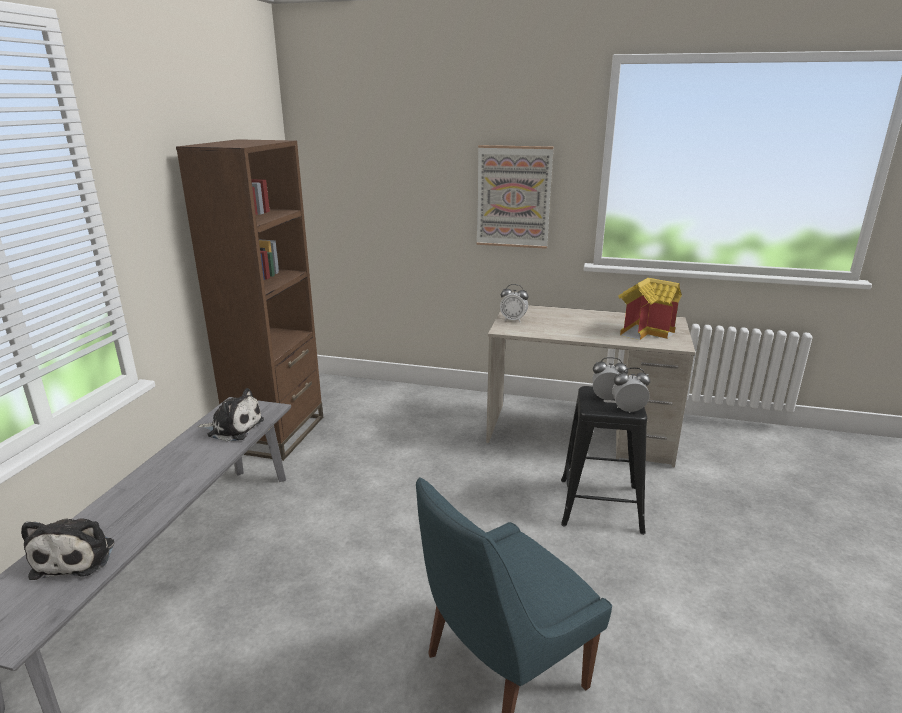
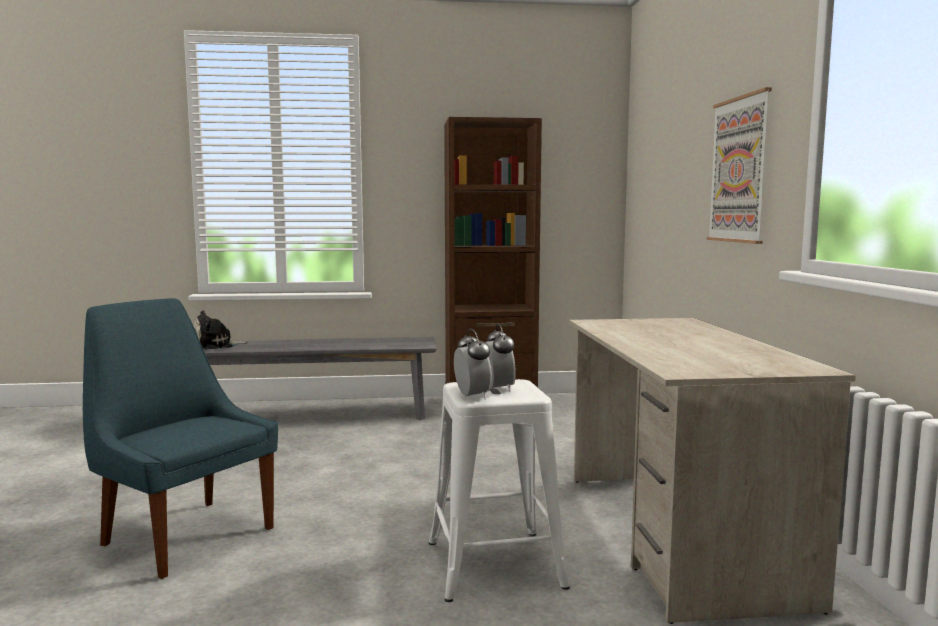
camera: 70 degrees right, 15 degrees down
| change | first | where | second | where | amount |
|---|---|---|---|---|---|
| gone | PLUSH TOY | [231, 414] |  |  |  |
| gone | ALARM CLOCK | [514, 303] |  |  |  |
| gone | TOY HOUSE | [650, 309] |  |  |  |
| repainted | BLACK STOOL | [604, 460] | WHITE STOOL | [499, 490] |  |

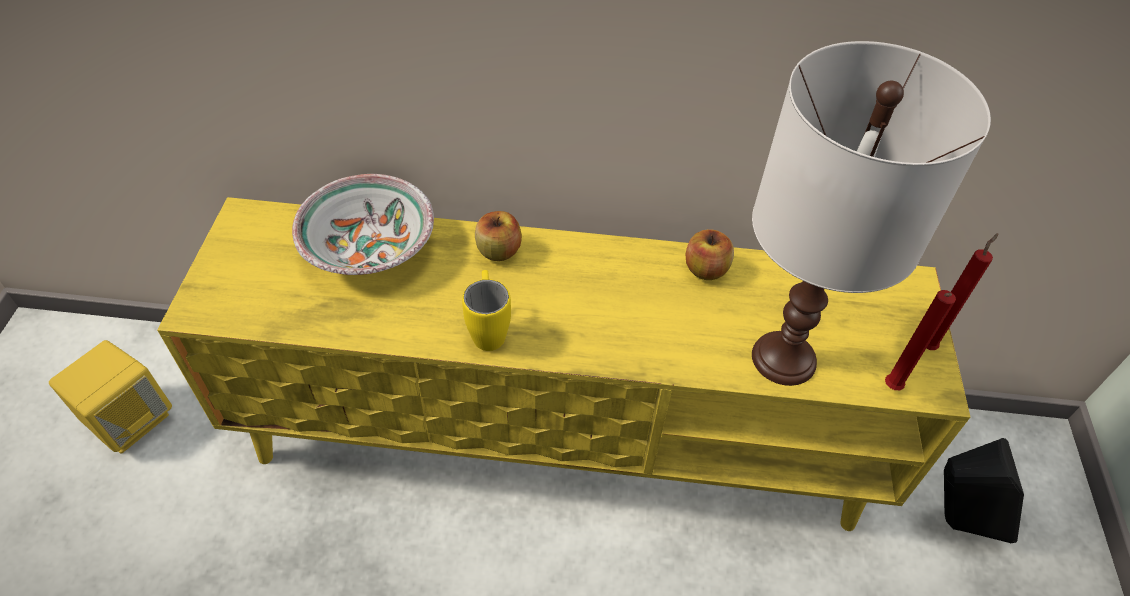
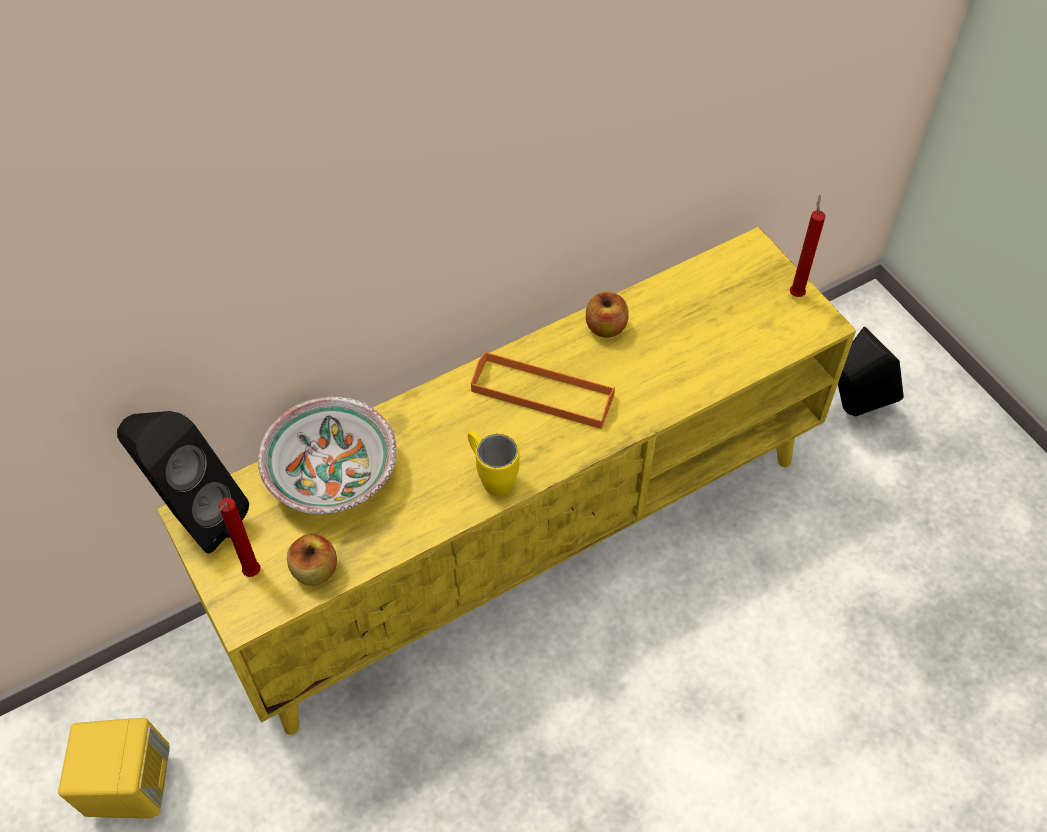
camera: 35 degrees left, 5 degrees up
| change | first | where | second | where | amount |
|---|---|---|---|---|---|
| gone | WHITE TABLE LAMP | [871, 213] |  |  |  |
| new |  |  | BLACK SPEAKER | [183, 482] |  |
| new |  |  | ORANGE TRAY | [543, 390] |  |
| shifted | APPLE | [498, 236] |  | [312, 559] |  |
| shifted | RED CANDLE | [920, 340] |  | [239, 537] |  |

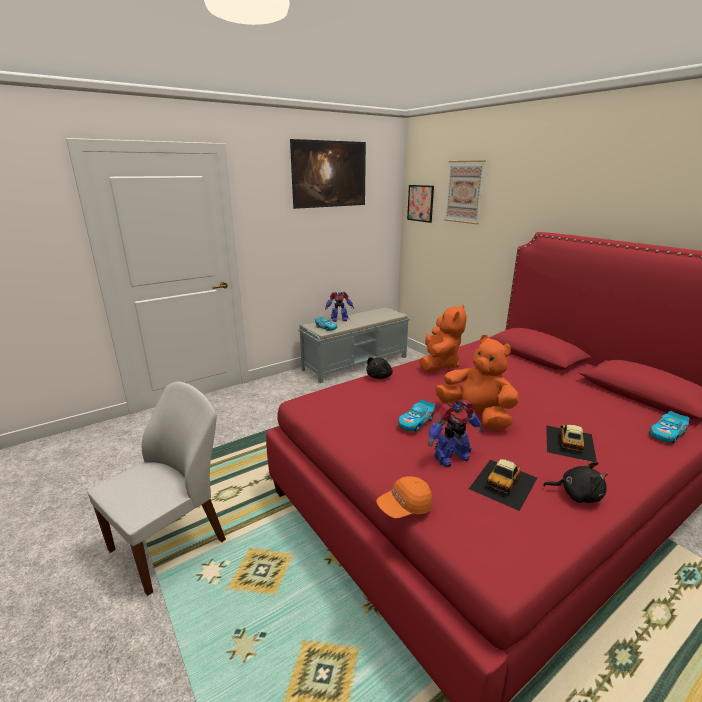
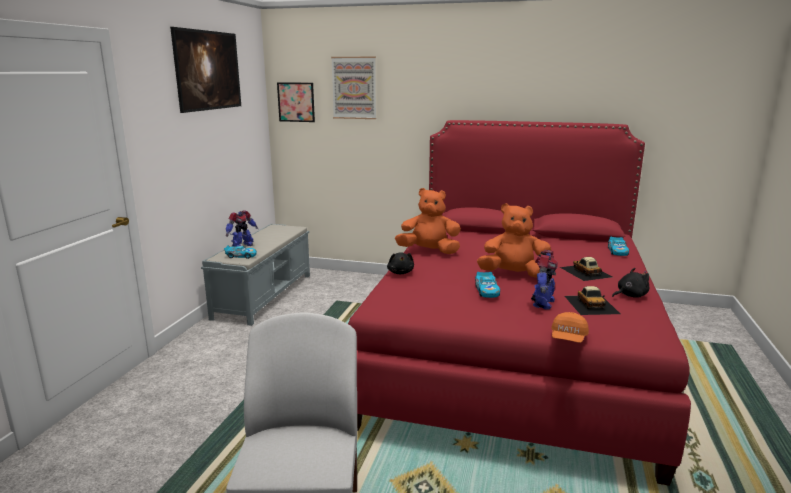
camera: 40 degrees left, 5 degrees down
| change | first | where | second | where | amount |
|---|---|---|---|---|---|
| rotated | ORANGE PLUSH TOY | [443, 338] |  | [428, 221] | 60 degrees counterclockwise |

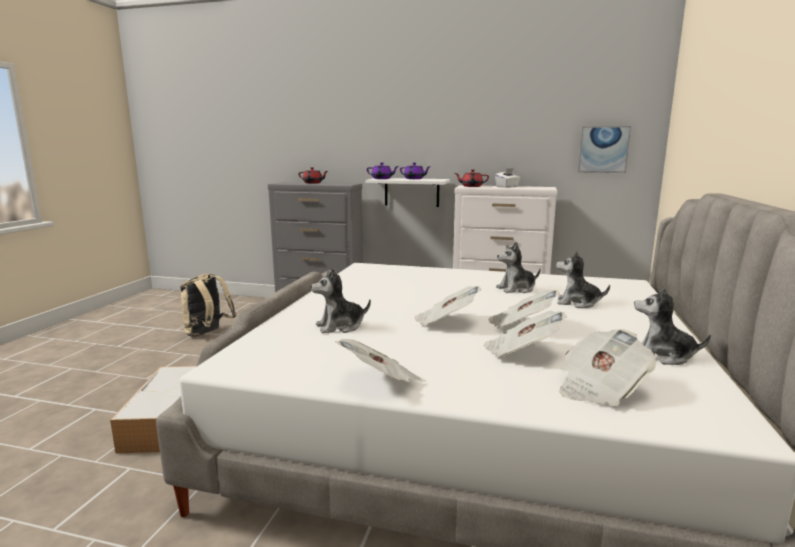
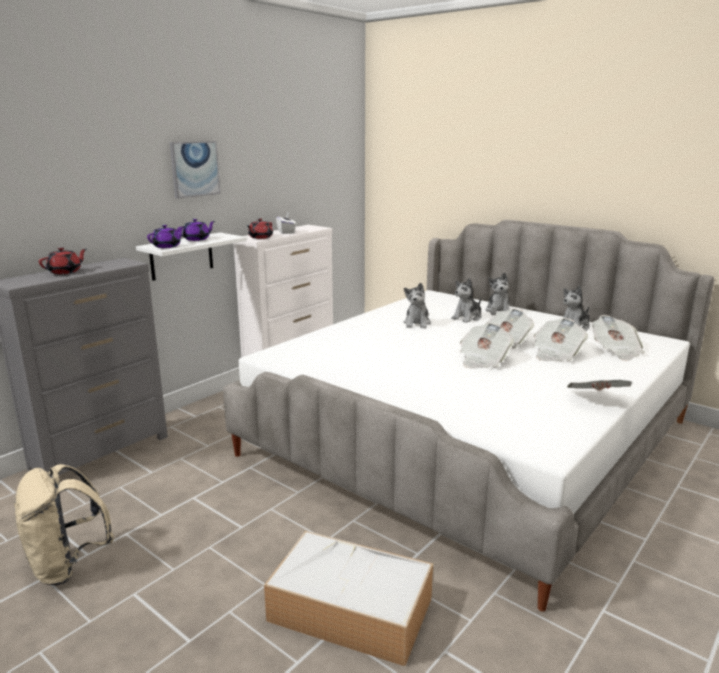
camera: 65 degrees left, 5 degrees up
| change | first | where | second | where | amount |
|---|---|---|---|---|---|
| shifted | PLUSH TOY | [341, 301] |  | [497, 294] |  |
| shifted | PICTURE | [604, 149] |  | [195, 170] |  |

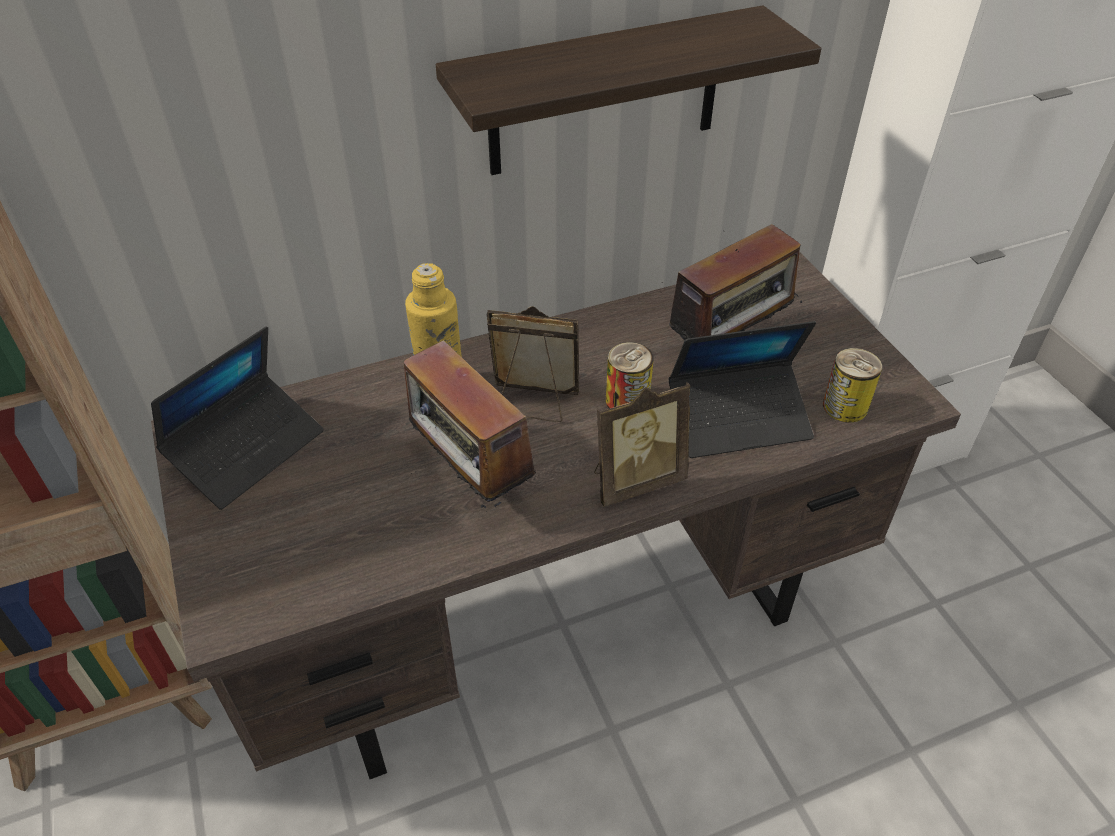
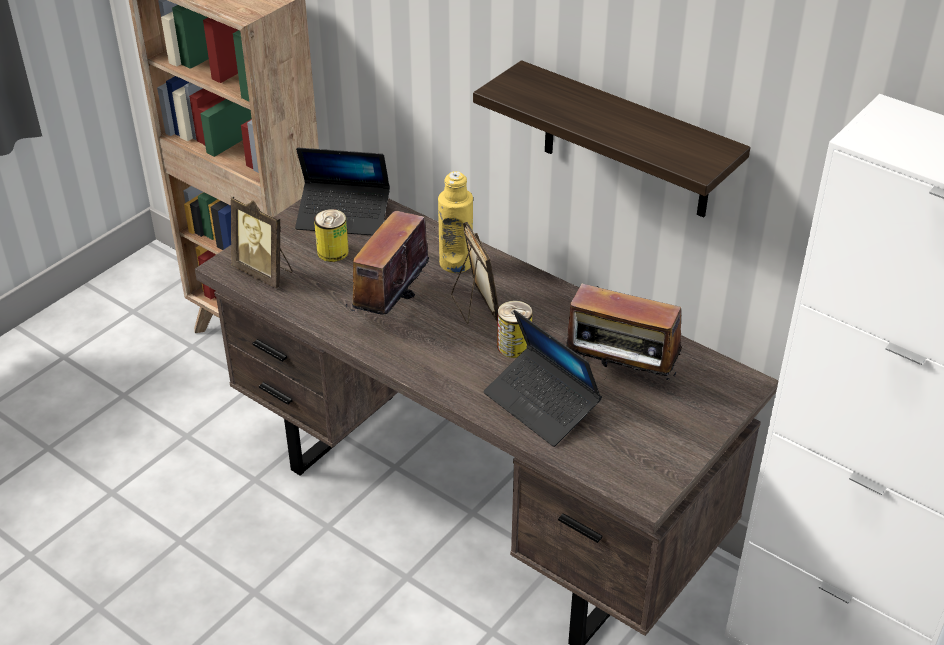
camera: 60 degrees right, 5 degrees down
| change | first | where | second | where | amount |
|---|---|---|---|---|---|
| shifted | PICTURE FRAME | [642, 444] |  | [262, 242] |  |
| shifted | CAN | [852, 385] |  | [331, 235] |  |

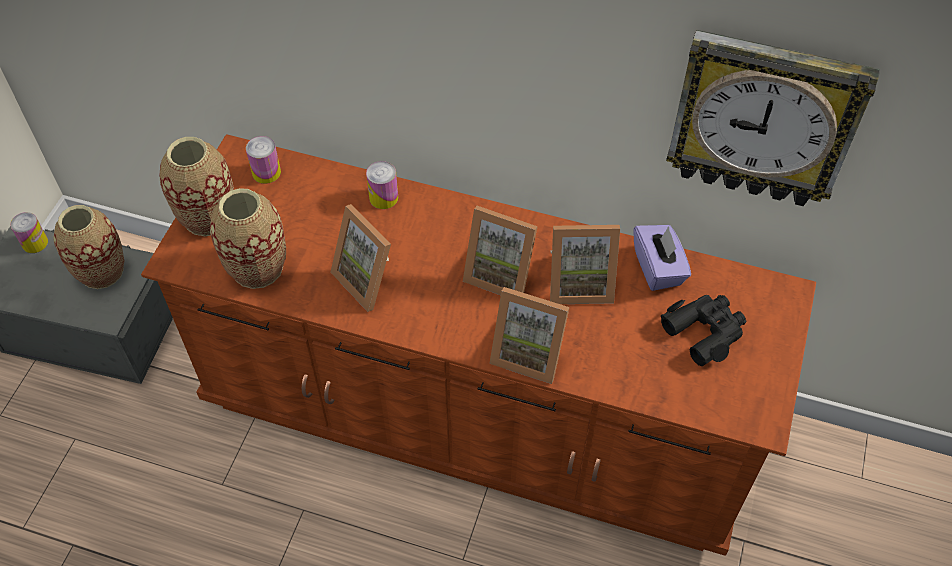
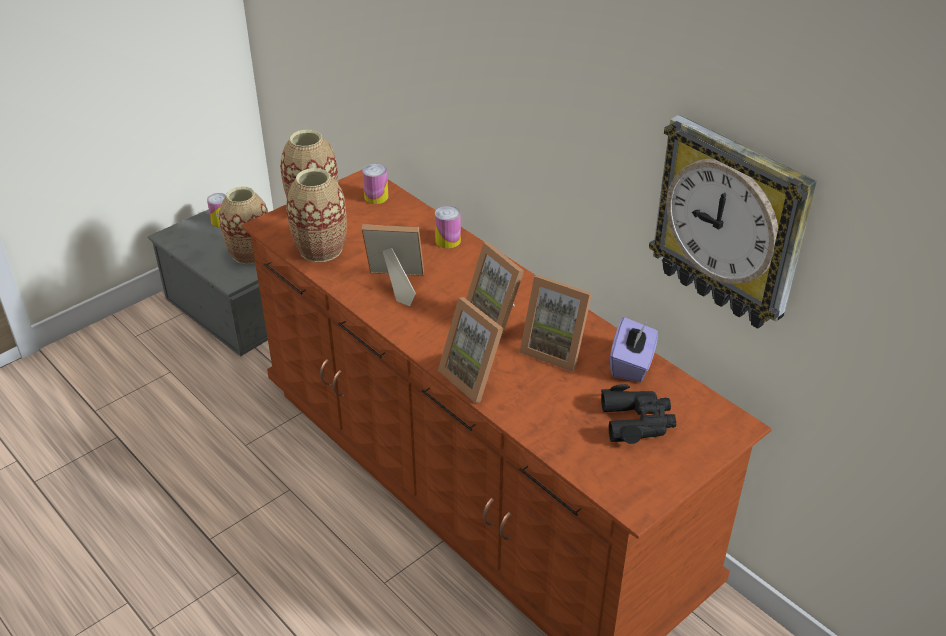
camera: 30 degrees right, 15 degrees down
| change | first | where | second | where | amount |
|---|---|---|---|---|---|
| rotated | PICTURE FRAME | [361, 258] |  | [393, 265] | 105 degrees clockwise |

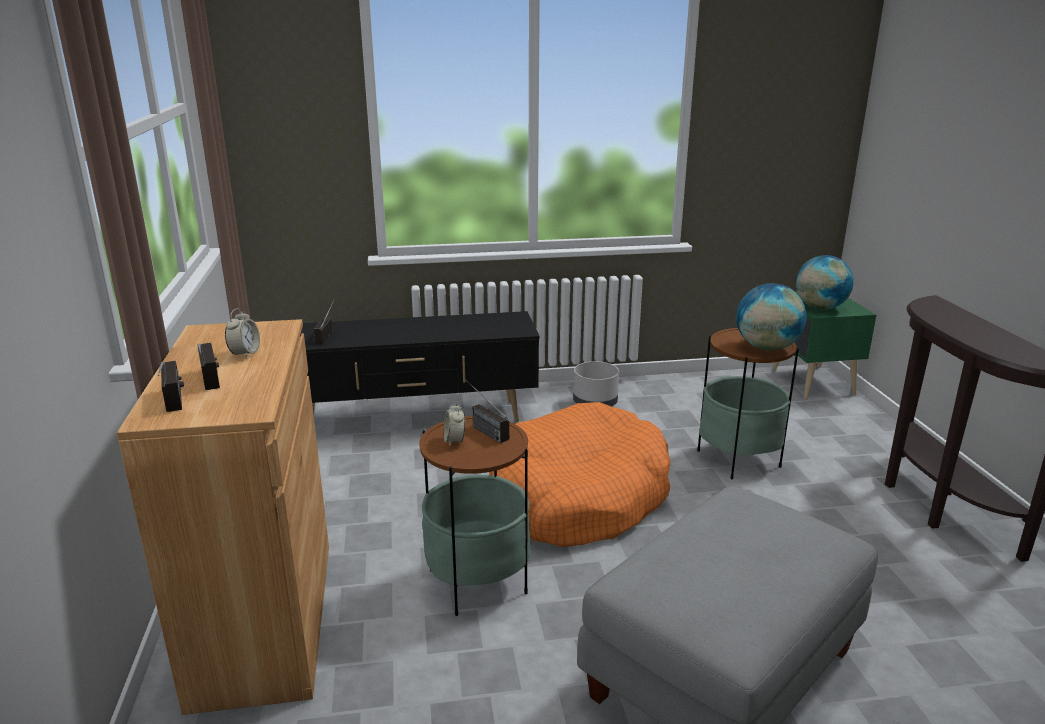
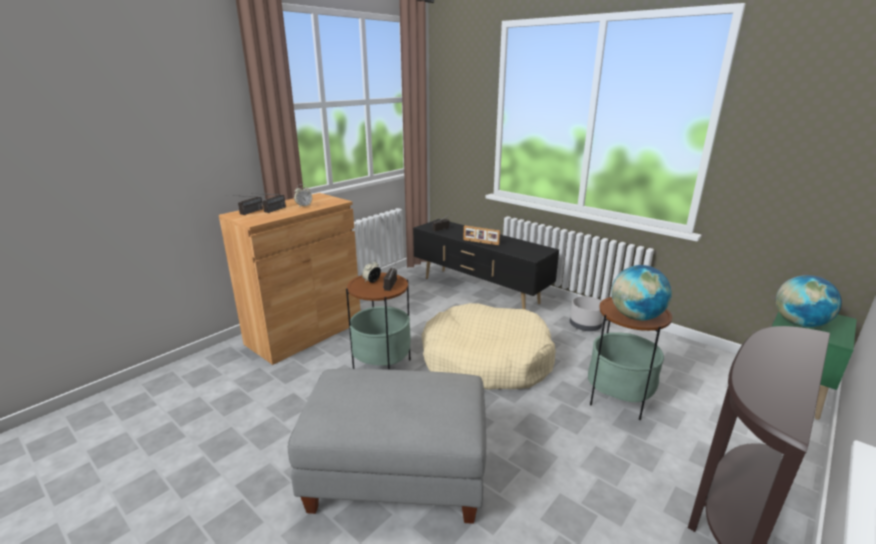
camera: 50 degrees right, 0 degrees up
| change | first | where | second | where | amount |
|---|---|---|---|---|---|
| new |  |  | PICTURE FRAME | [481, 235] |  |
| repainted | ORANGE DOG BED | [579, 474] | BEIGE DOG BED | [489, 346] |  |

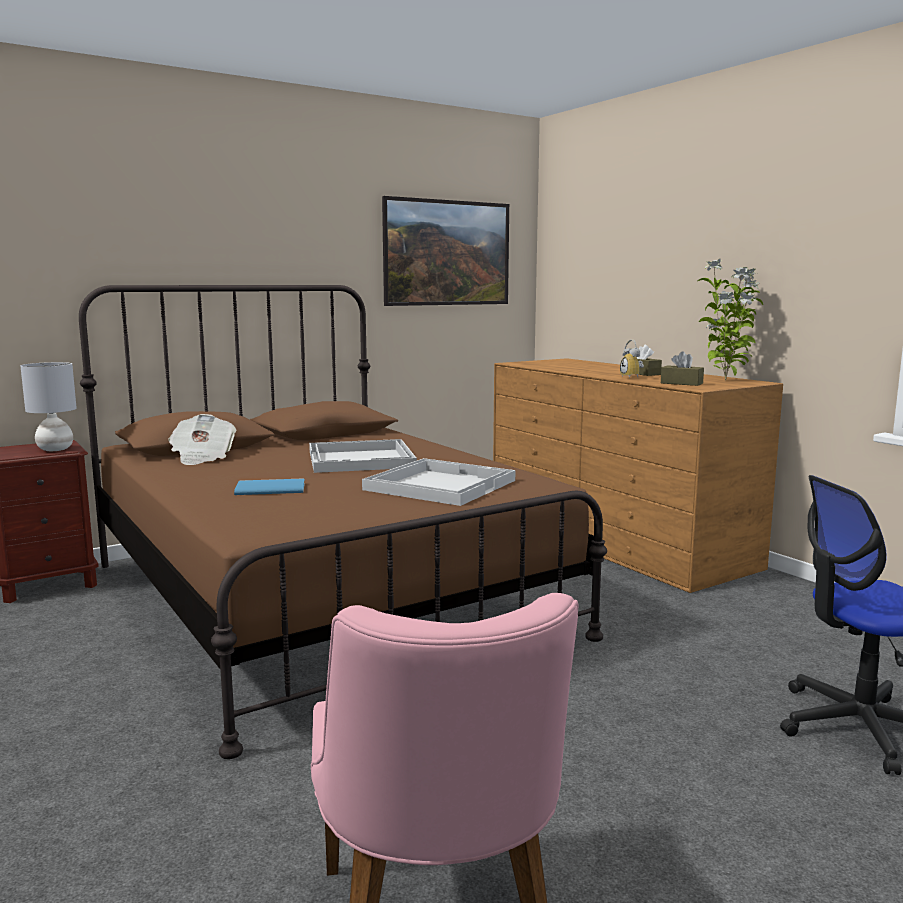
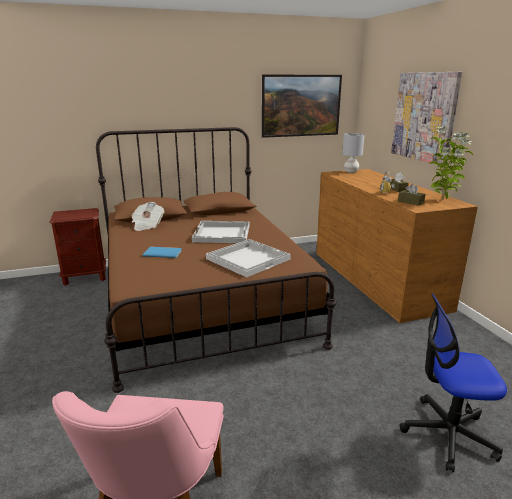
camera: 15 degrees right, 10 degrees up
| change | first | where | second | where | amount |
|---|---|---|---|---|---|
| new |  |  | PICTURE | [426, 118] |  |
| shifted | GREY TABLE LAMP | [48, 406] |  | [353, 153] |  |

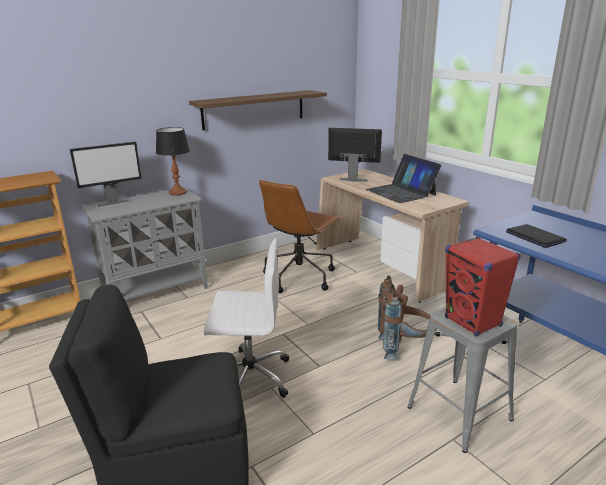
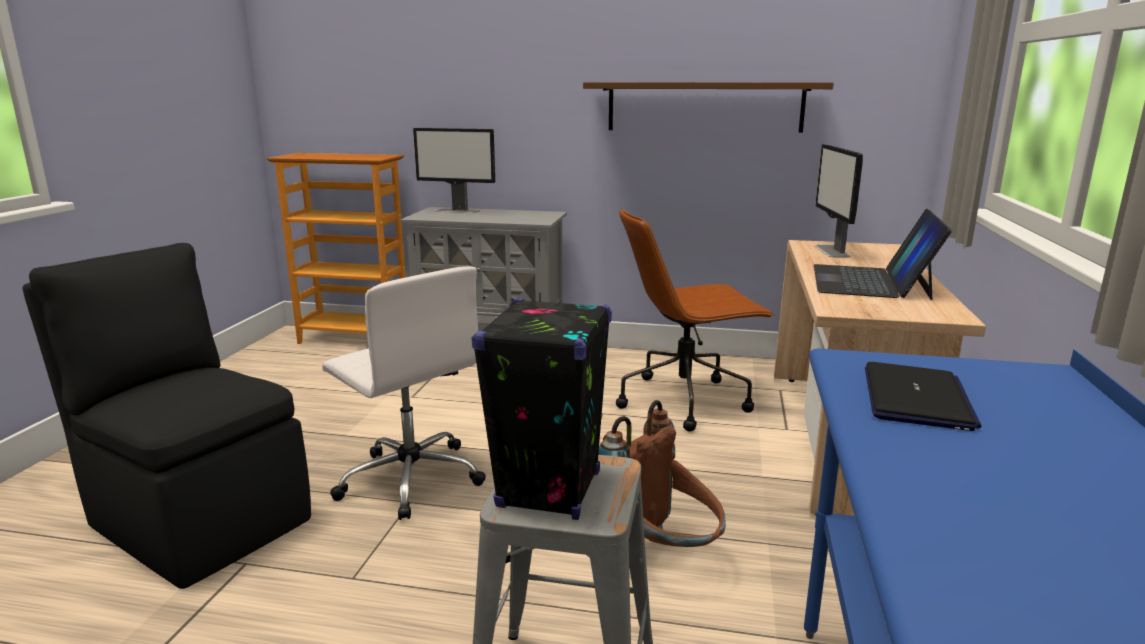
camera: 45 degrees right, 5 degrees down
| change | first | where | second | where | amount |
|---|---|---|---|---|---|
| gone | TABLE LAMP | [173, 161] |  |  |  |
| repainted | RED SPEAKER | [483, 286] | BLACK SPEAKER | [542, 409] |  |
| rotated | MONITOR | [355, 155] |  | [838, 201] | 150 degrees counterclockwise |

